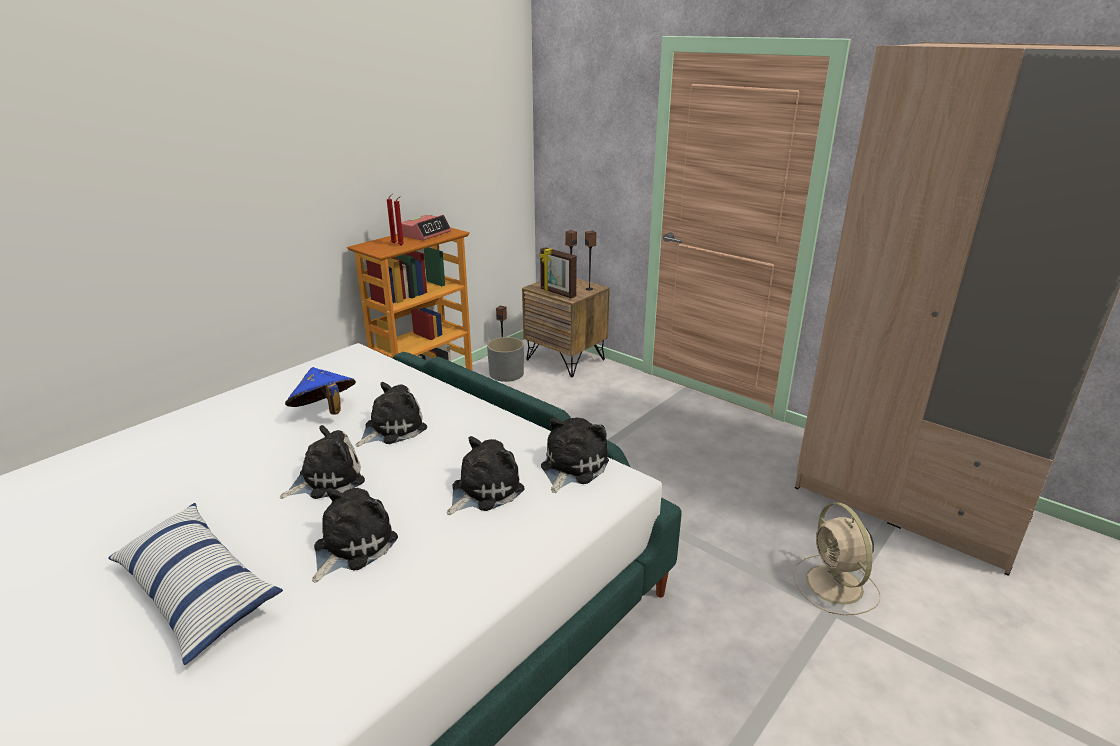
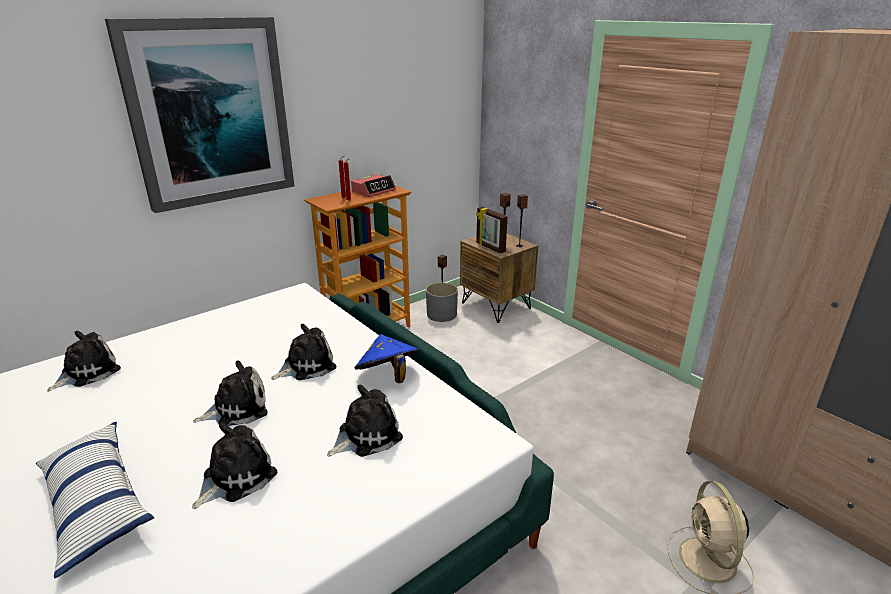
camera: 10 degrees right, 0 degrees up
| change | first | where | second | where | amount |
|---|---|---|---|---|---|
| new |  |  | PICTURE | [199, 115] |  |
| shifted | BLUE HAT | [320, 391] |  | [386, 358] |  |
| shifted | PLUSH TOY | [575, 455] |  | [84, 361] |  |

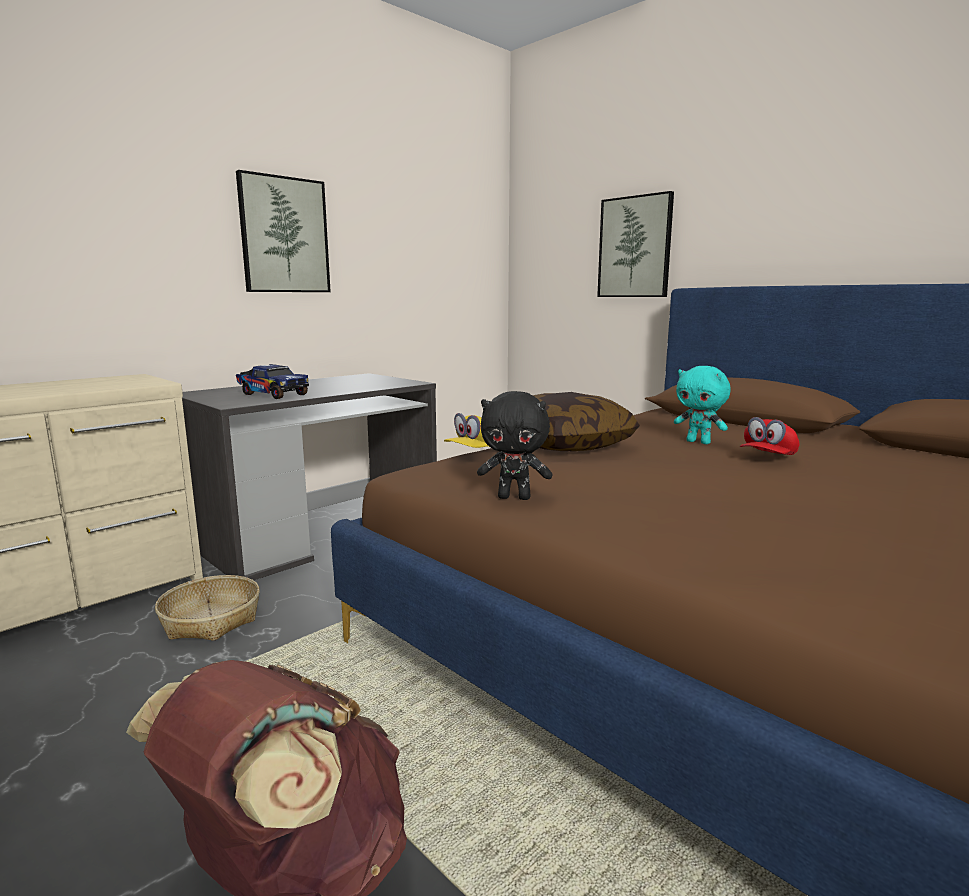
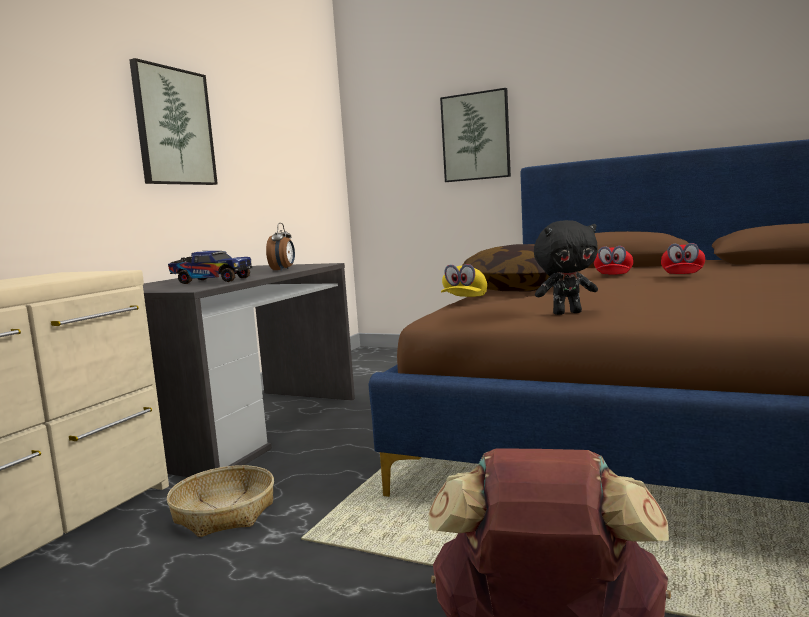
camera: 20 degrees left, 5 degrees down
| change | first | where | second | where | amount |
|---|---|---|---|---|---|
| new |  |  | ALARM CLOCK | [280, 247] |  |
| swapped | TURQUOISE PLUSH TOY | [702, 405] | RED CAP | [613, 260] |  |

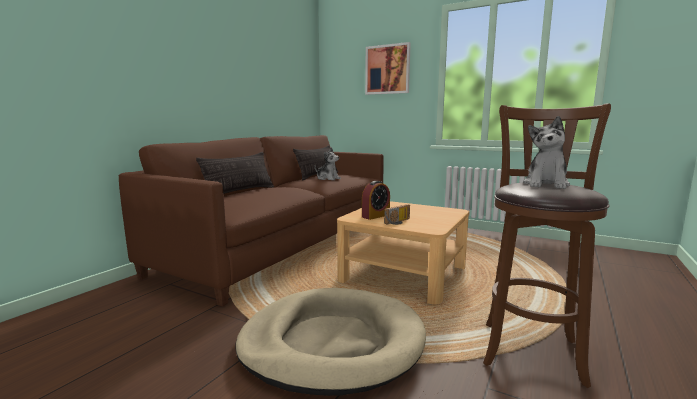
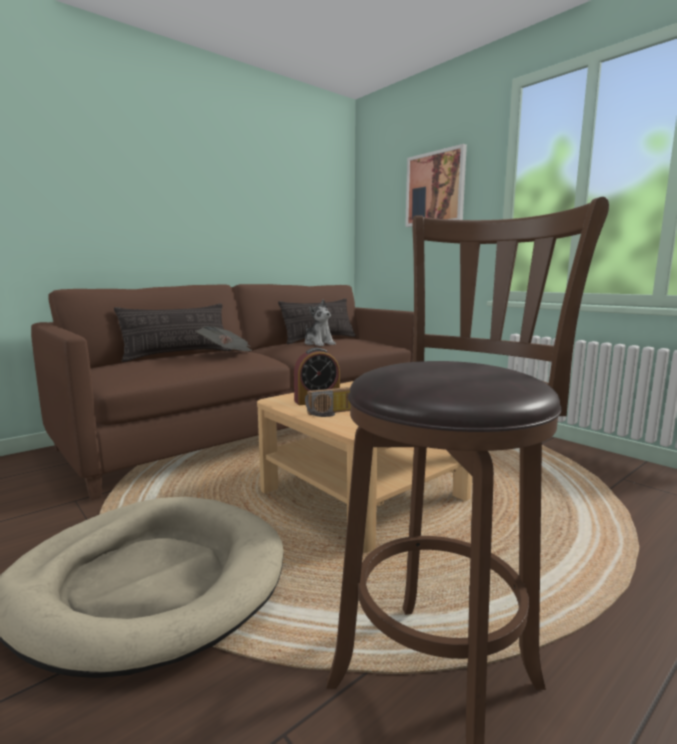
camera: 20 degrees right, 0 degrees up
| change | first | where | second | where | amount |
|---|---|---|---|---|---|
| gone | PLUSH TOY | [546, 152] |  |  |  |
| new |  |  | NEWSPAPER | [224, 338] |  |

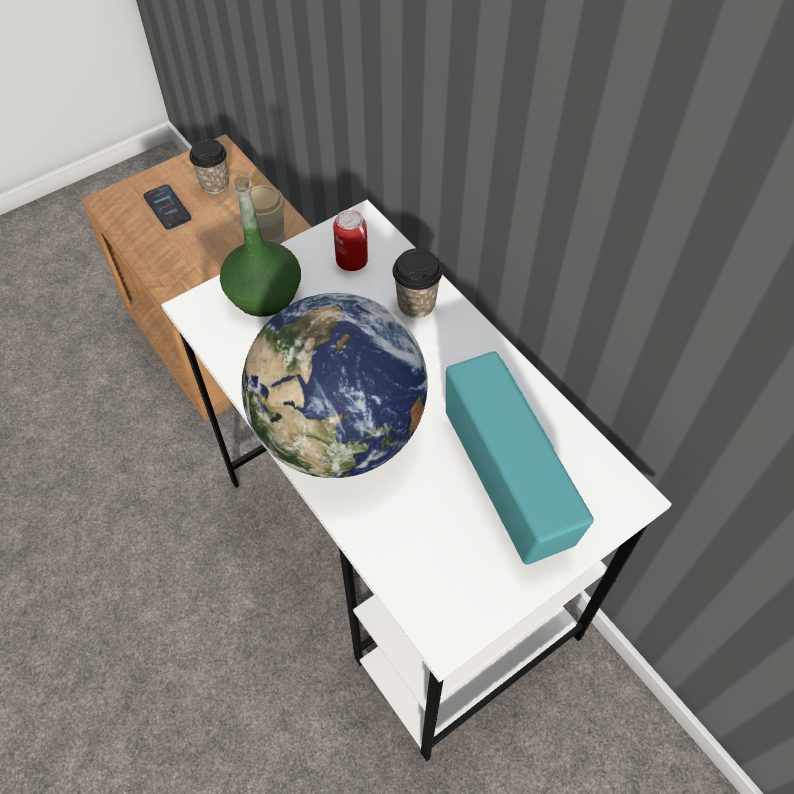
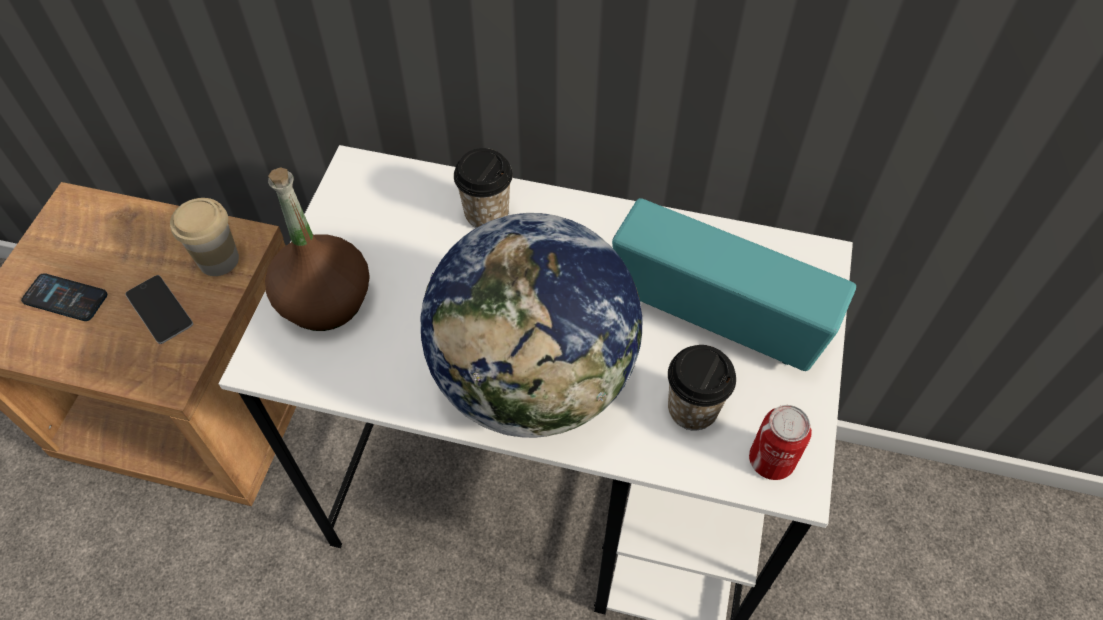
camera: 40 degrees left, 0 degrees up
| change | first | where | second | where | amount |
|---|---|---|---|---|---|
| new |  |  | PHONE | [159, 309] |  |
| shifted | CUP | [209, 166] |  | [702, 388] |  |
| shifted | CAN | [350, 240] |  | [780, 442] |  |
| repainted | GREEN BOTTLE | [260, 246] | BROWN BOTTLE | [317, 249] |  |

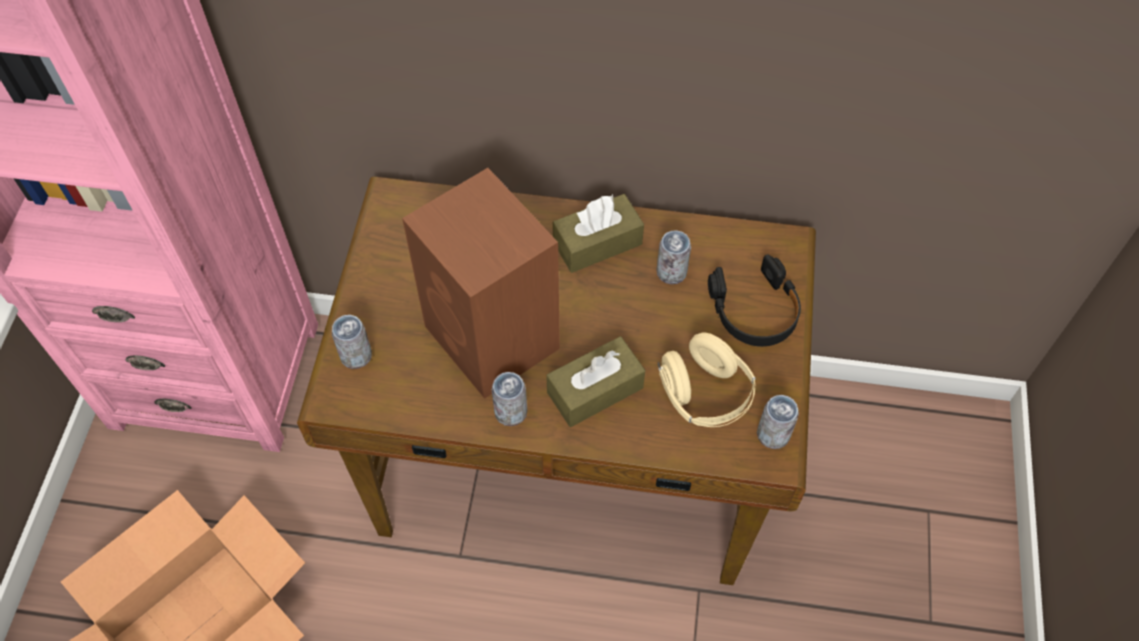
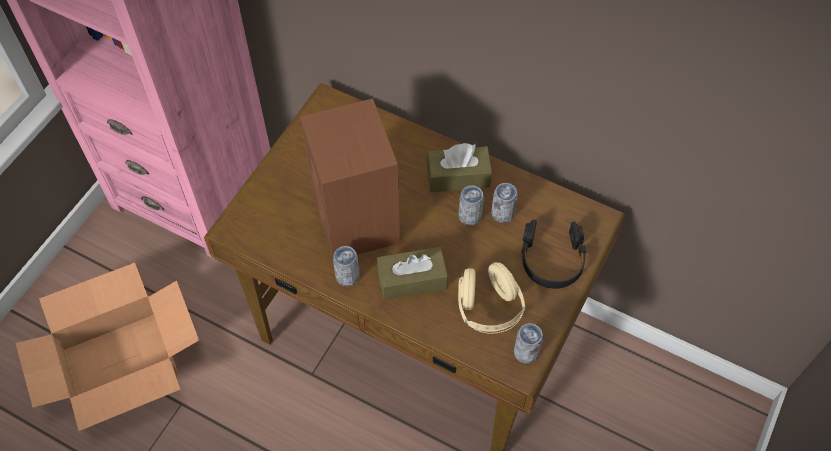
camera: 20 degrees right, 0 degrees up
| change | first | where | second | where | amount |
|---|---|---|---|---|---|
| shifted | CAN | [352, 342] |  | [471, 205] |  |

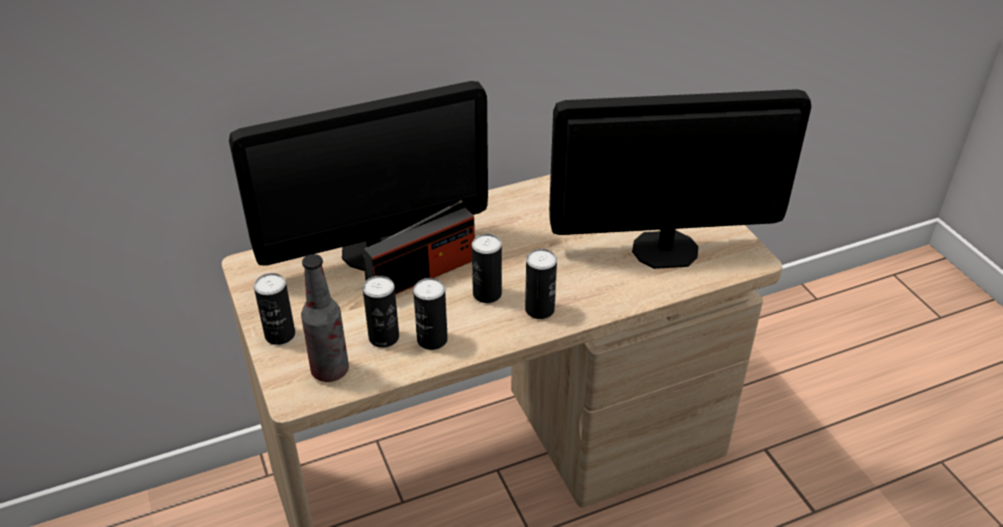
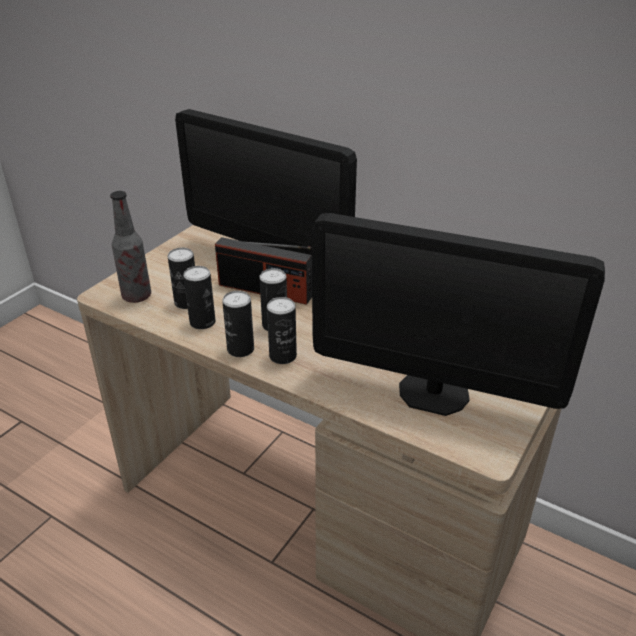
camera: 55 degrees right, 5 degrees down
| change | first | where | second | where | amount |
|---|---|---|---|---|---|
| shifted | CAN | [274, 309] |  | [238, 324] |  |
| rotated | MONITOR | [680, 179] |  | [458, 314] | 150 degrees clockwise |

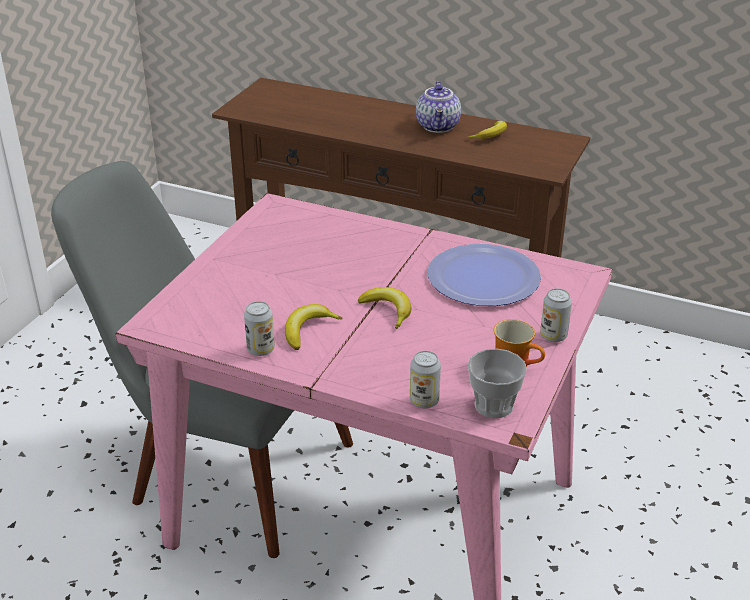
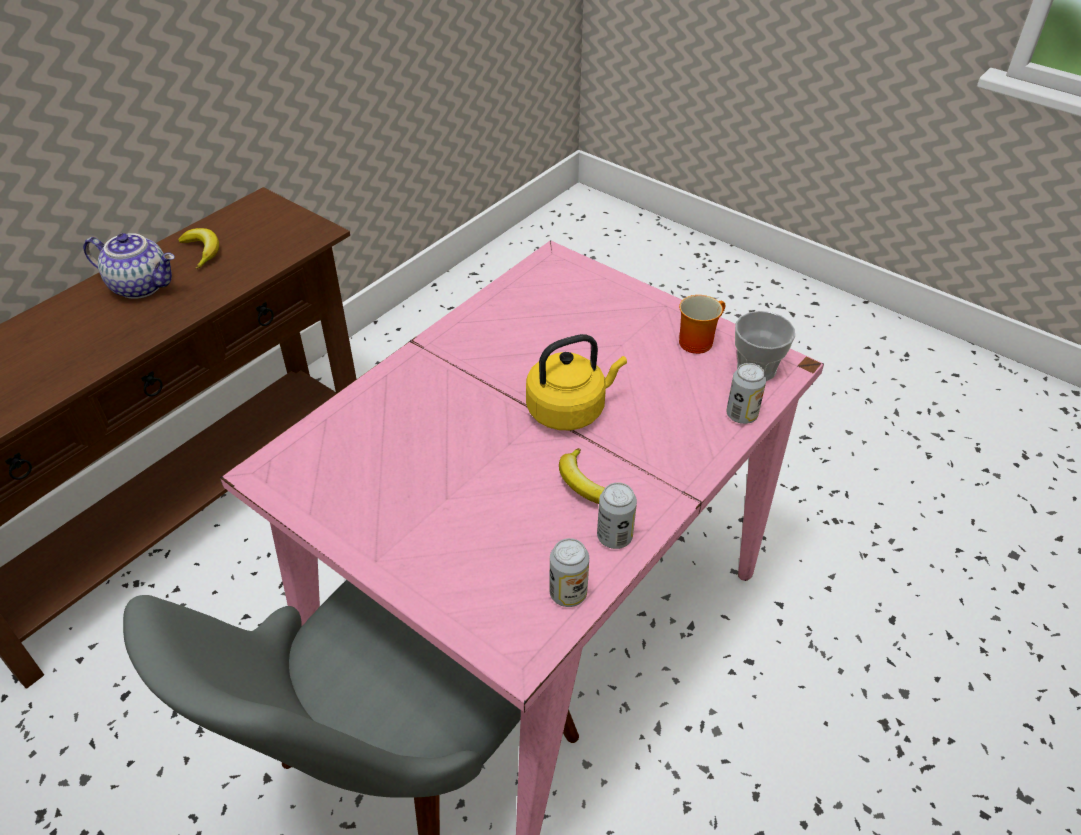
camera: 75 degrees left, 10 degrees up
| change | first | where | second | where | amount |
|---|---|---|---|---|---|
| gone | PLATE | [484, 275] |  |  |  |
| shifted | CAN | [556, 315] |  | [569, 572] |  |
| swapped | BANANA | [384, 308] | YELLOW KETTLE | [576, 382] |  |

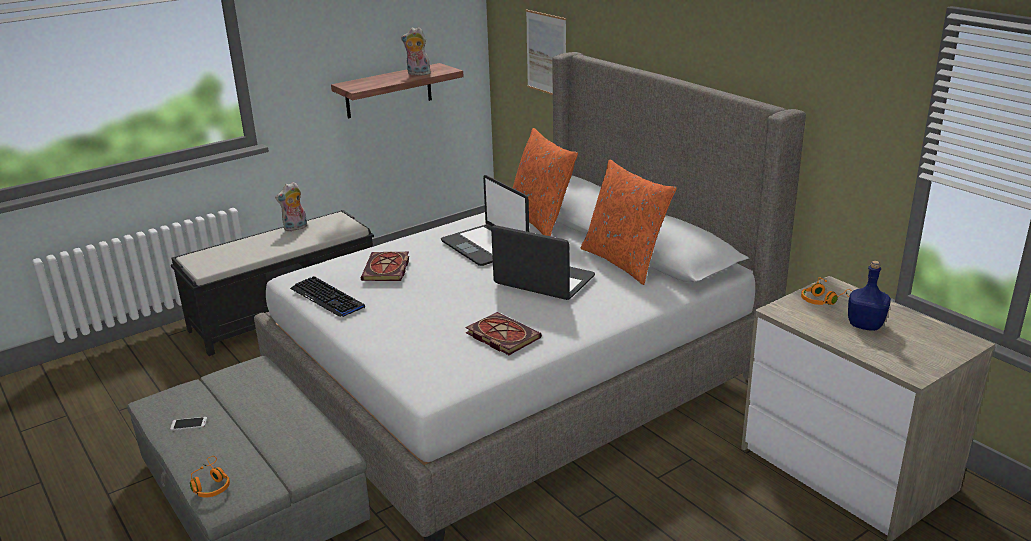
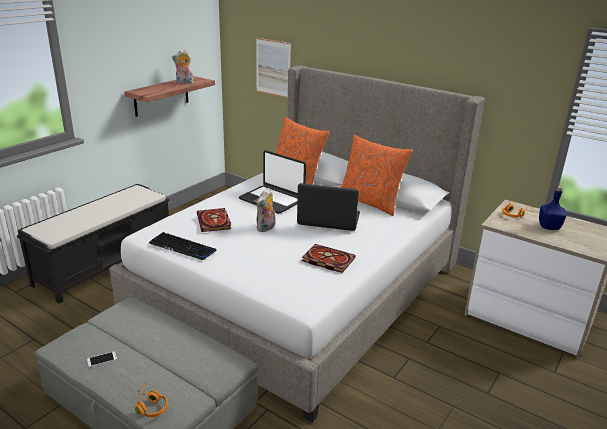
camera: 20 degrees left, 0 degrees up
| change | first | where | second | where | amount |
|---|---|---|---|---|---|
| shifted | PLUSH TOY | [291, 206] |  | [265, 210] |  |

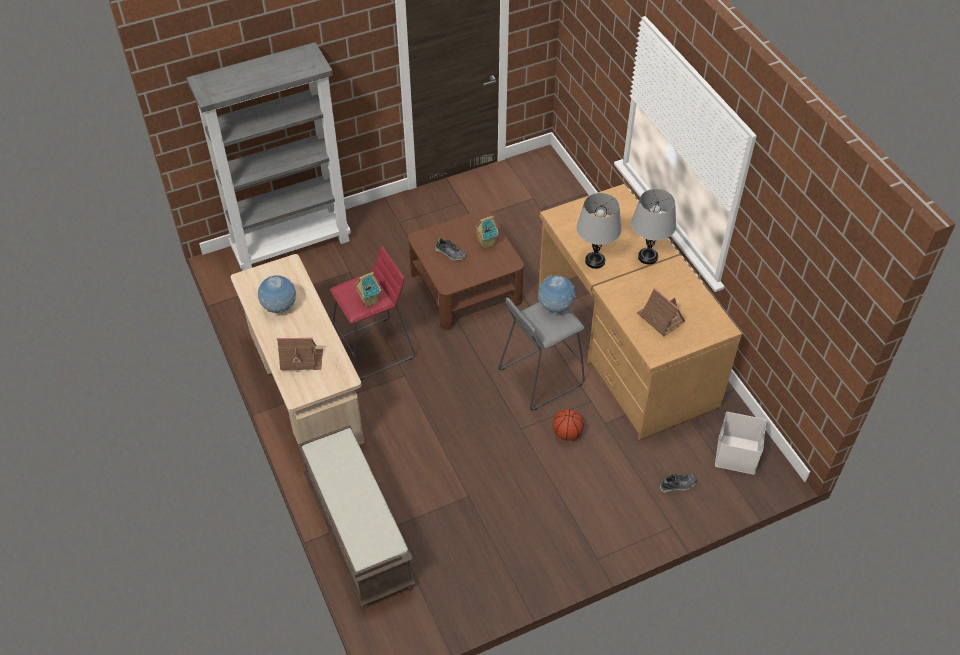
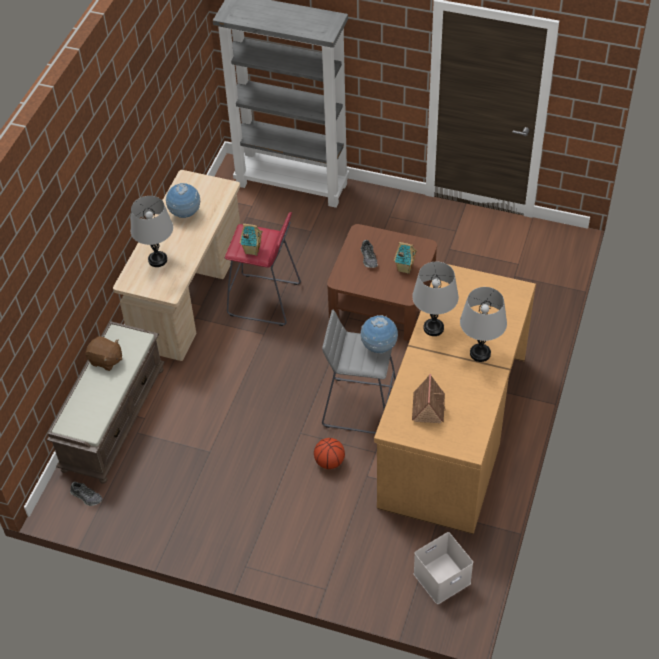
camera: 45 degrees right, 0 degrees up
| change | first | where | second | where | amount |
|---|---|---|---|---|---|
| new |  |  | BROWN PLUSH TOY | [104, 353] |  |
| shifted | SHOE | [678, 482] |  | [86, 493] |  |
| swapped | TOY HOUSE | [300, 354] | GREY TABLE LAMP | [151, 231] |  |

